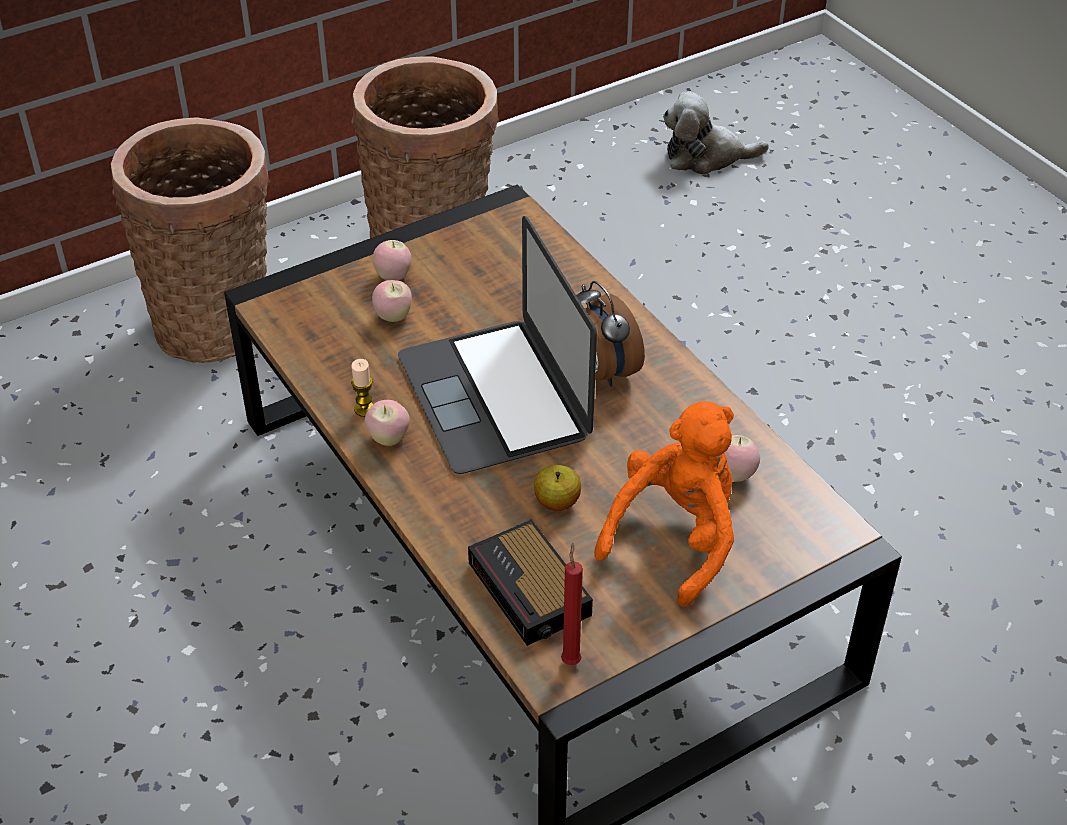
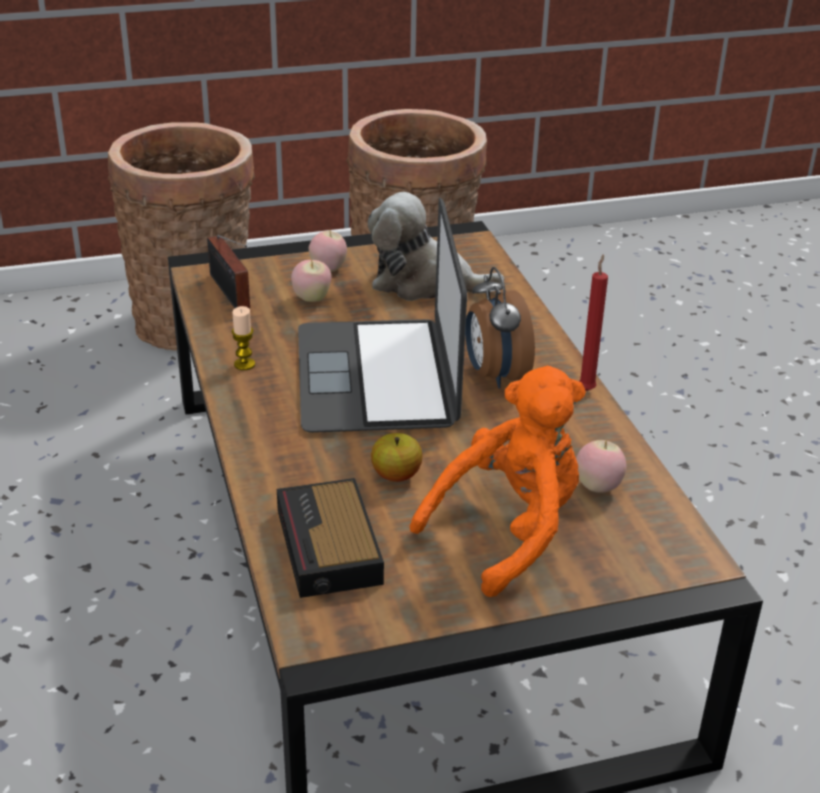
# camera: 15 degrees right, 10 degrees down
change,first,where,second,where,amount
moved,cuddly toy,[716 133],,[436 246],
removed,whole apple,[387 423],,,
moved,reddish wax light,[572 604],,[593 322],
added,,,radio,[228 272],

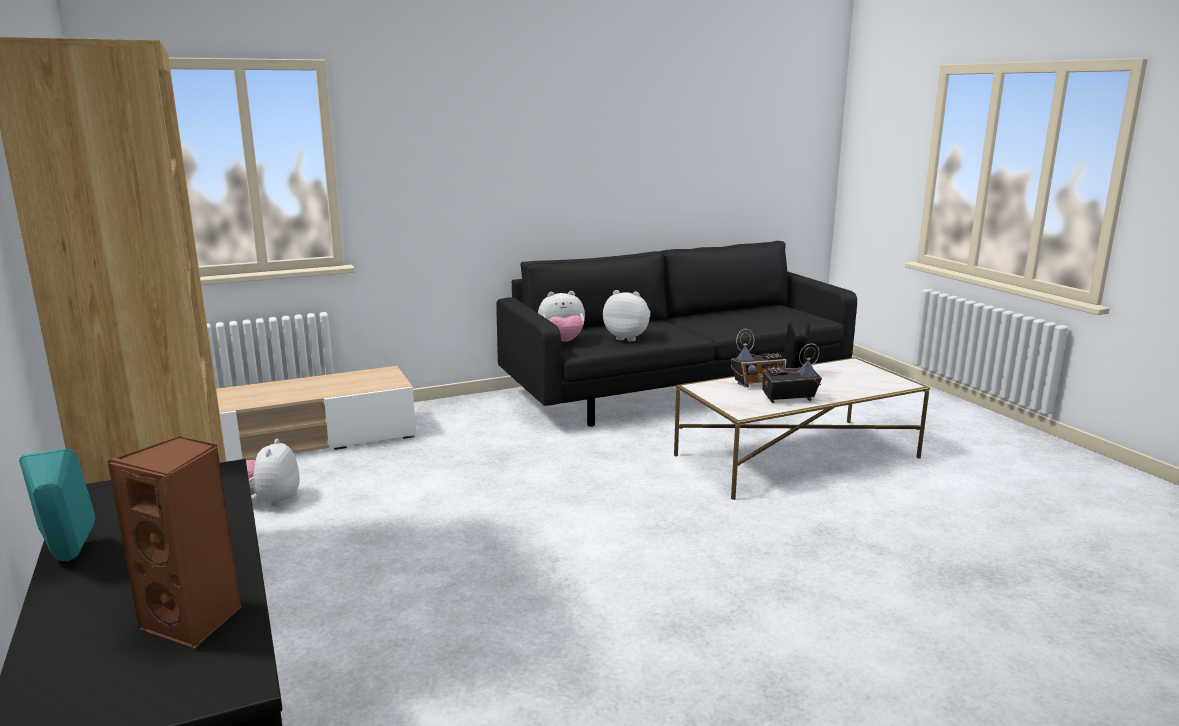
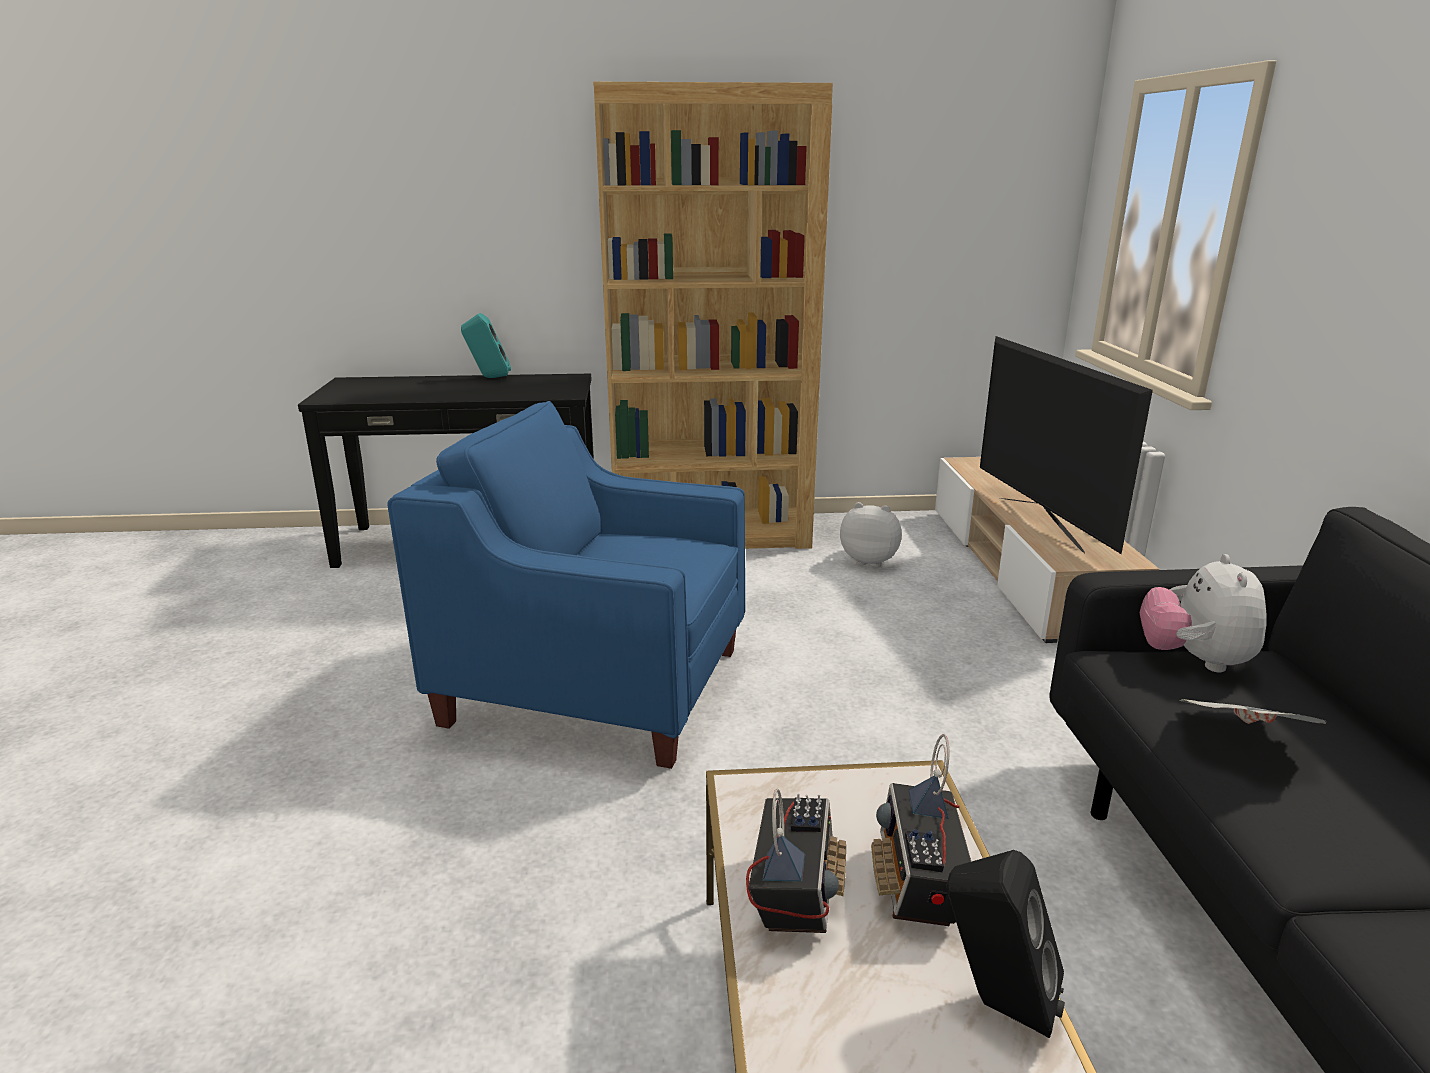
# camera: 110 degrees right, 5 degrees up
change,first,where,second,where,amount
replaced,cuddly toy,[627 316],newspaper,[1252 711],
removed,brownish audio speaker,[175 543],,,
added,,,television,[1066 445],
added,,,blue armchair,[566 585],

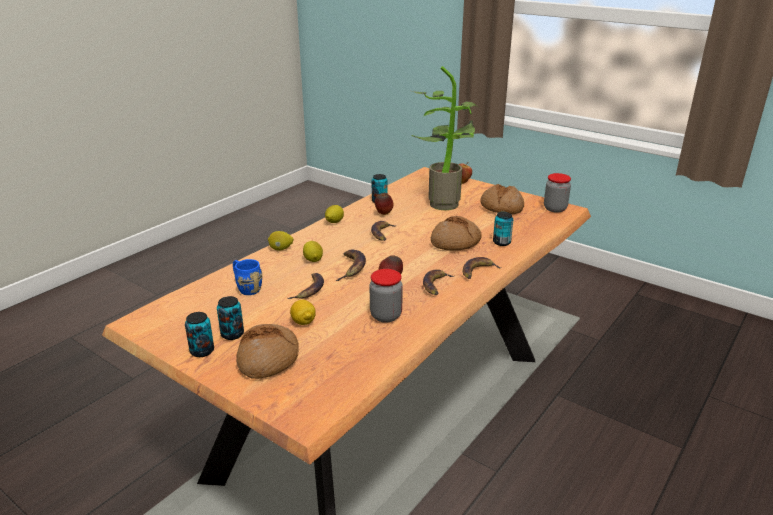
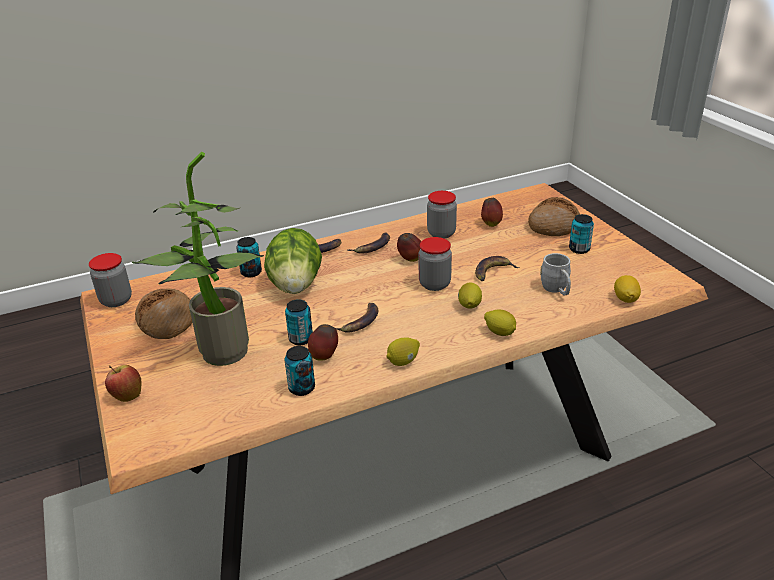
# camera: 150 degrees left, 5 degrees up
change,first,where,second,where,amount
replaced,baked bread,[456 233],lettuce,[293 261],
replaced,banana,[350 265],preserve jar,[435 264],
recoloured,blue coffee mug,[248 277],greyish coffee mug,[555 274],
moved,lemon,[303 312],,[627 289],
moved,sealed can,[199 334],,[299 322],
added,,,whole apple,[492 212],

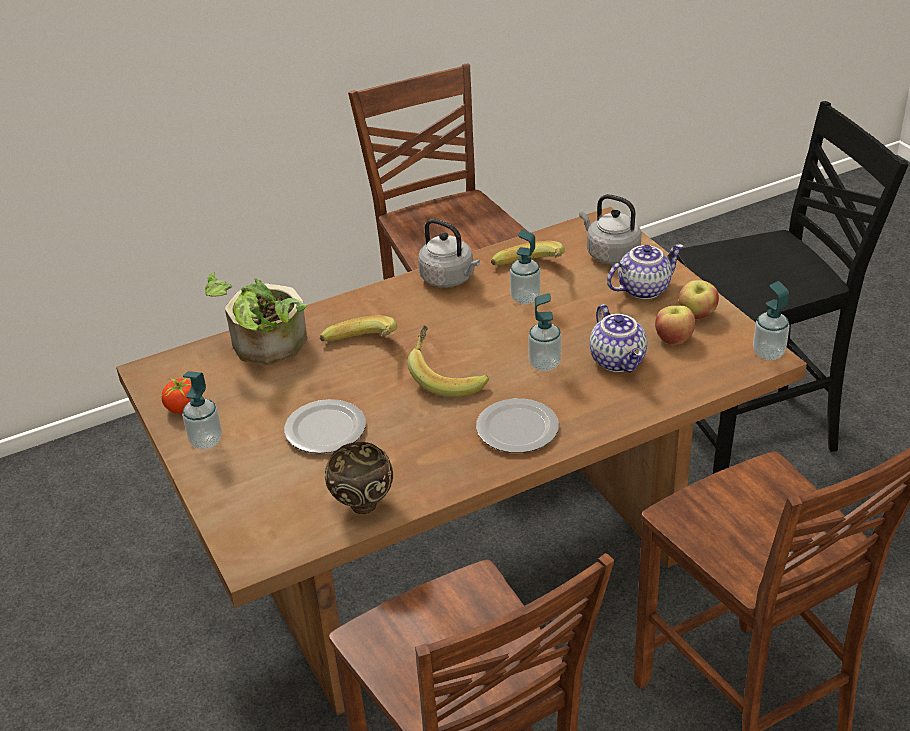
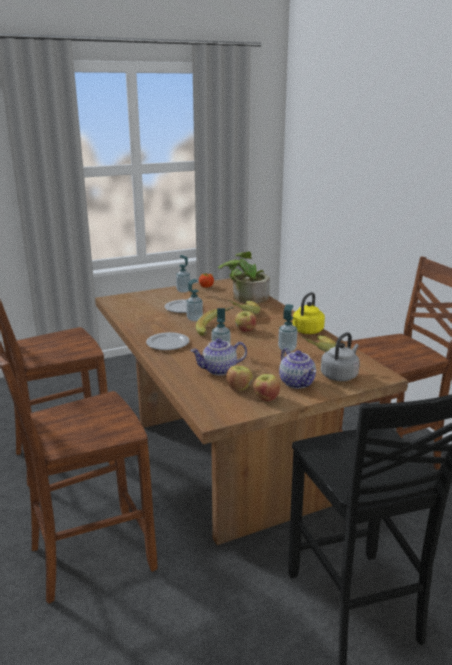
# camera: 90 degrees right, 15 degrees down
change,first,where,second,where,amount
recoloured,greyish tea kettle,[449 253],yellowish tea kettle,[308 313],
moved,soap dispenser,[771 320],,[194 300],
removed,brownish bowl,[359 478],,,
added,,,whole apple,[246 321],

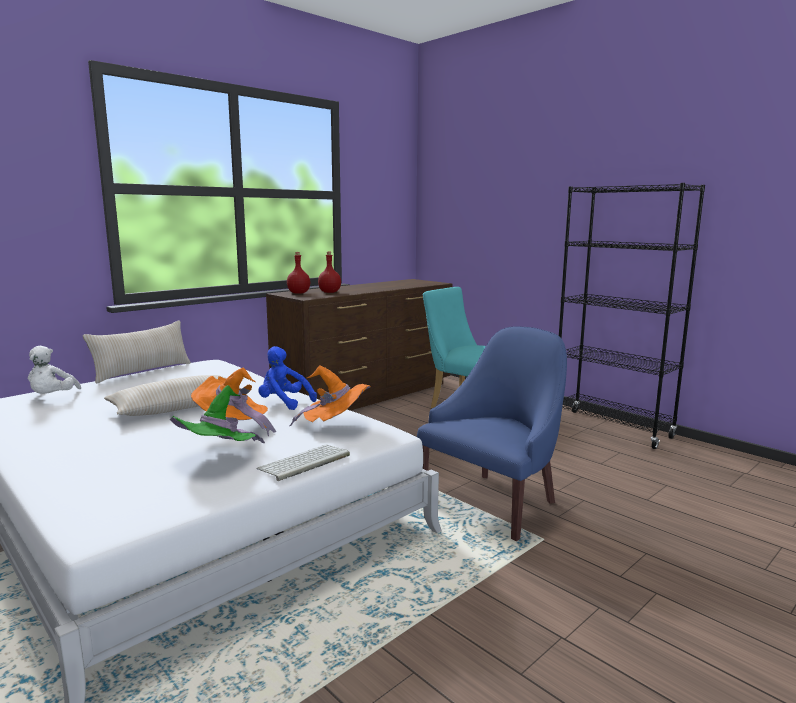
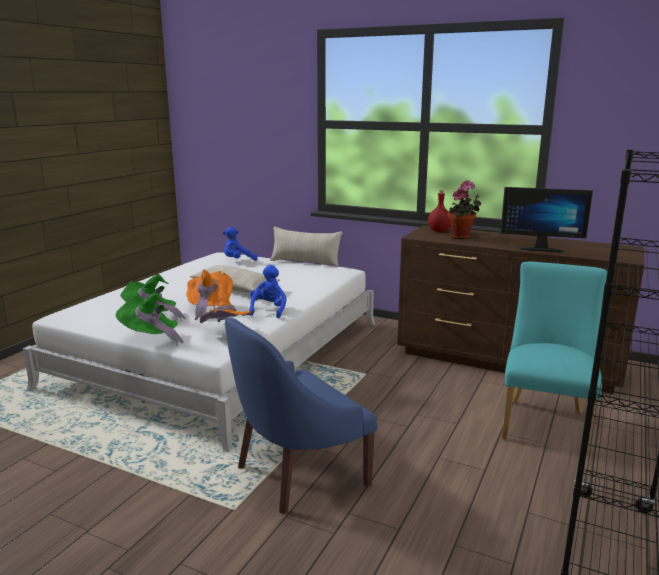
# camera: 70 degrees right, 5 degrees up
change,first,where,second,where,amount
replaced,reddish bottle,[329 272],potted plant,[464 209],
turned,blue armchair,[492 433],,[301 415],120 degrees clockwise
recoloured,whitish cuddly toy,[54 370],blue cuddly toy,[240 244],
replaced,PC keyboard,[303 463],greenish hat,[150 319],
added,,,computer display,[546 219],

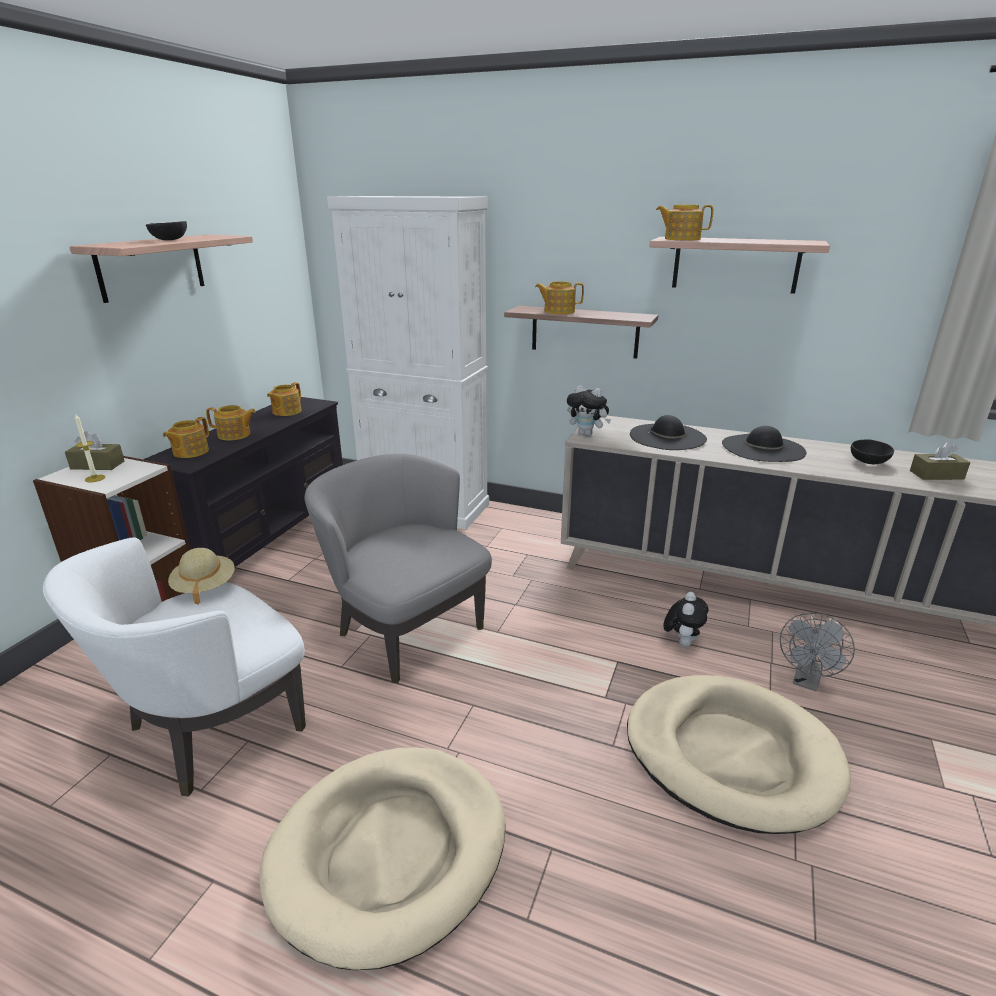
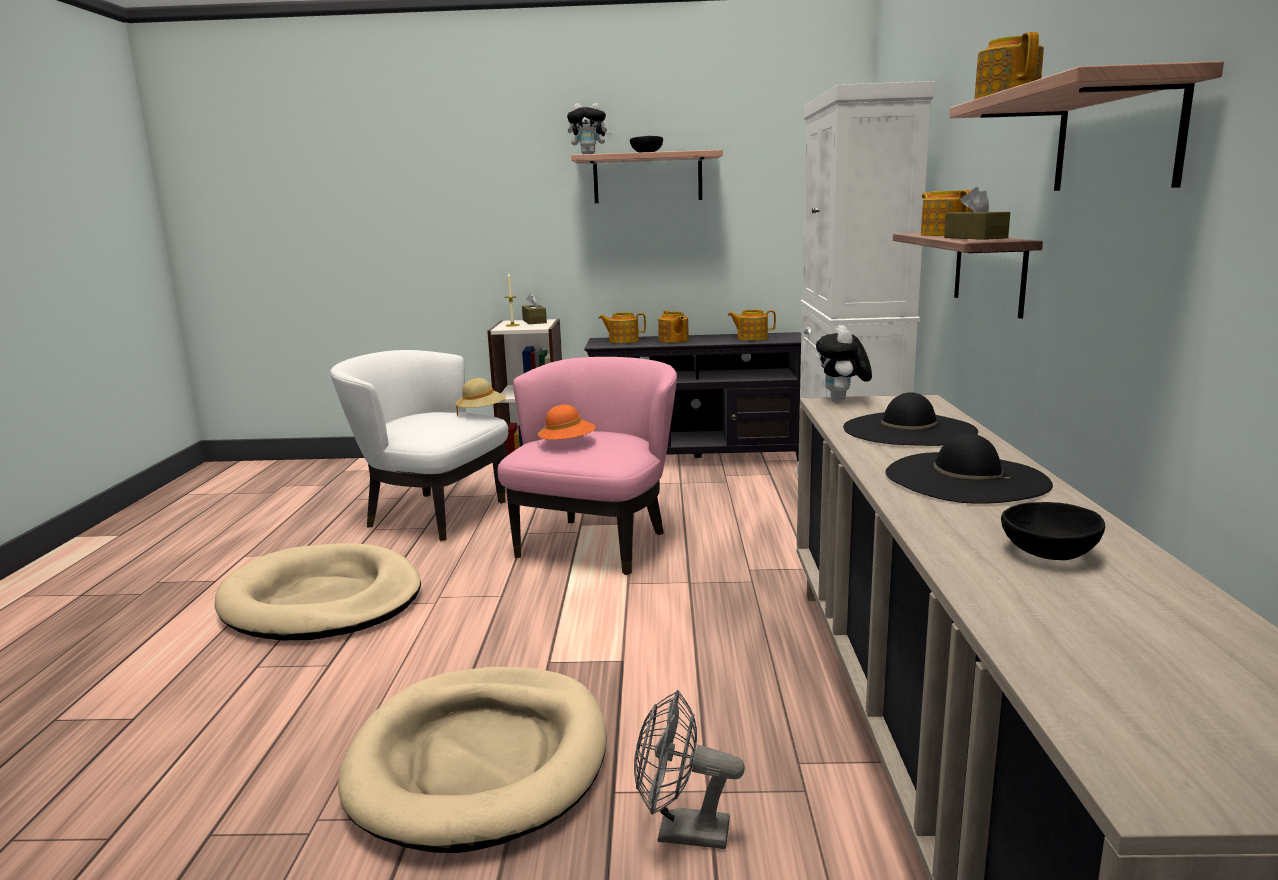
# camera: 70 degrees right, 10 degrees down
change,first,where,second,where,amount
moved,brownish tissue holder,[940 461],,[977 213],
recoloured,greyish armchair,[398 568],pink armchair,[587 466],
moved,cuddly toy,[686 619],,[589 128],
added,,,orange hat,[566 422],

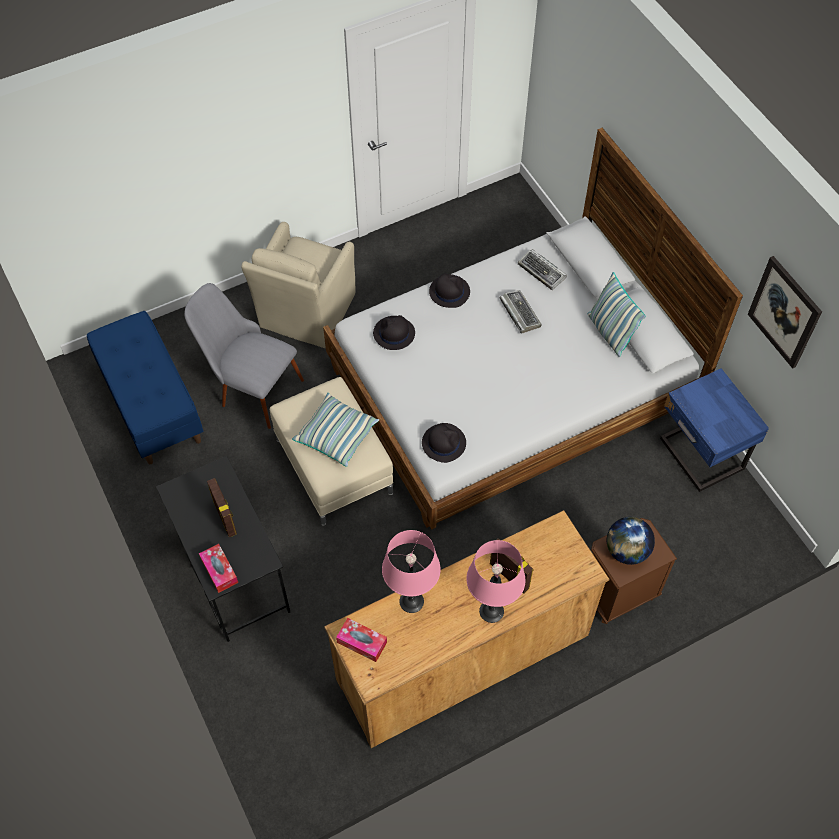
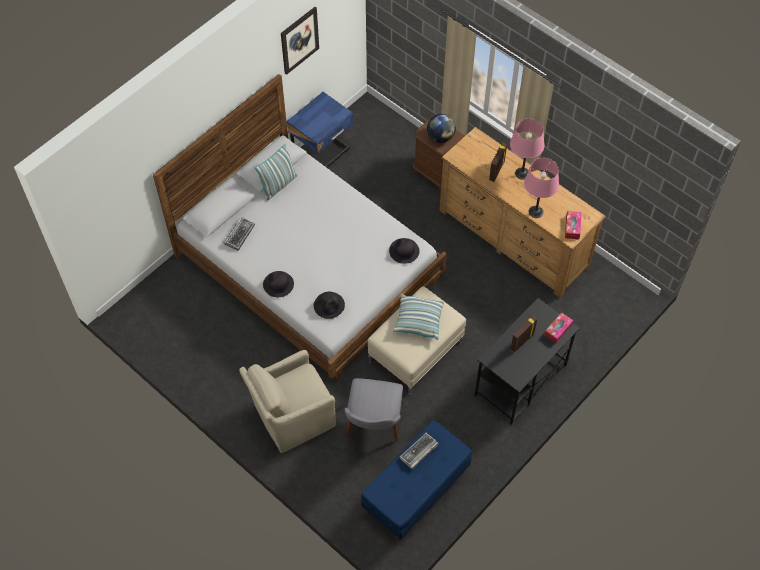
# camera: 110 degrees left, 0 degrees up
change,first,where,second,where,amount
turned,beige-coloured armchair,[298 285],,[287 401],150 degrees clockwise
moved,PC keyboard,[521 312],,[419 451],

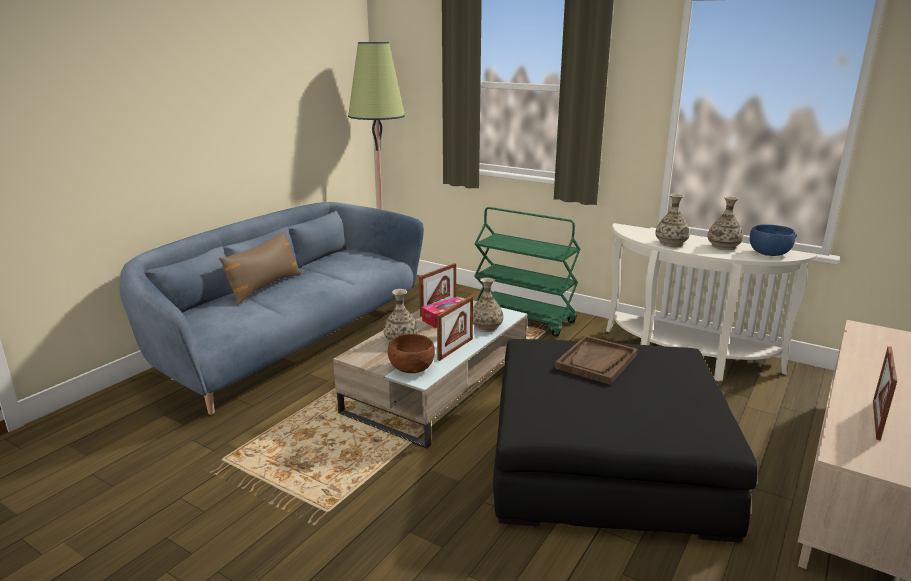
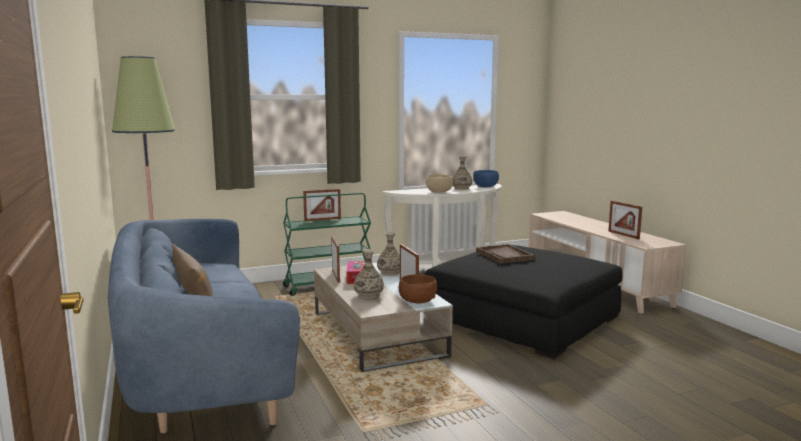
# camera: 55 degrees left, 10 degrees down
change,first,where,second,where,amount
replaced,decorative vase,[672 220],beige-coloured bowl,[439 183],
added,,,standing frame,[322 205],

